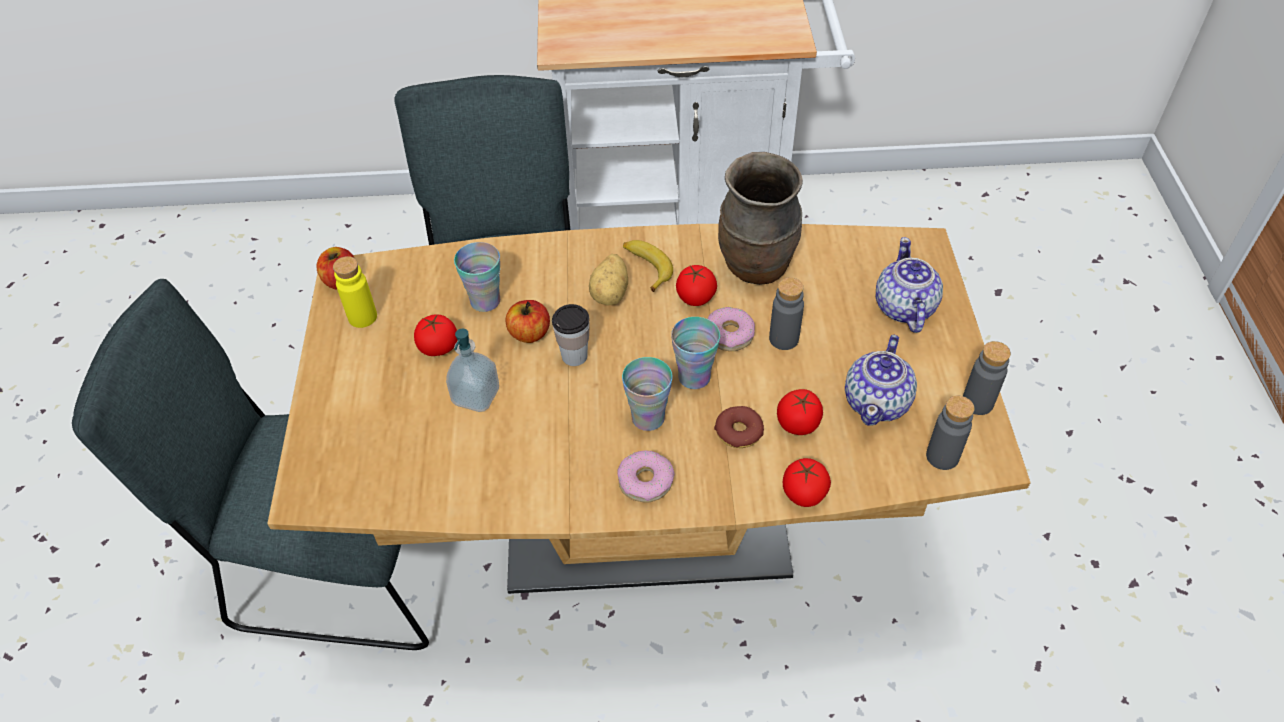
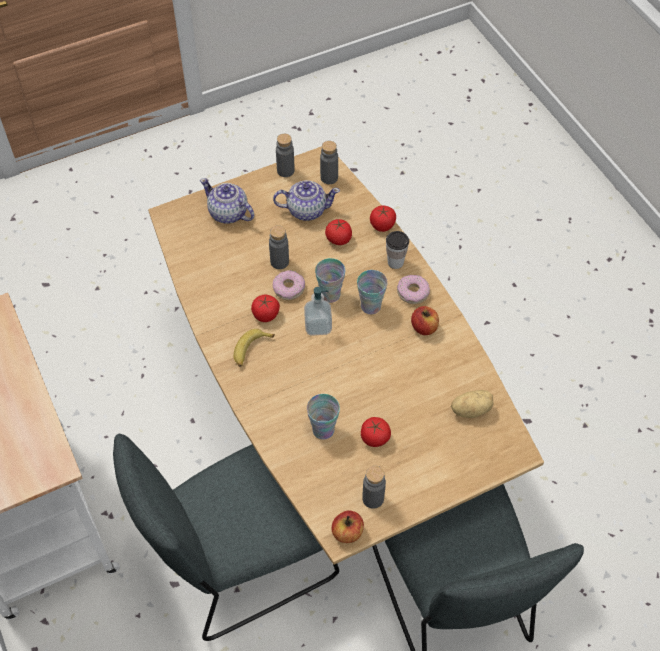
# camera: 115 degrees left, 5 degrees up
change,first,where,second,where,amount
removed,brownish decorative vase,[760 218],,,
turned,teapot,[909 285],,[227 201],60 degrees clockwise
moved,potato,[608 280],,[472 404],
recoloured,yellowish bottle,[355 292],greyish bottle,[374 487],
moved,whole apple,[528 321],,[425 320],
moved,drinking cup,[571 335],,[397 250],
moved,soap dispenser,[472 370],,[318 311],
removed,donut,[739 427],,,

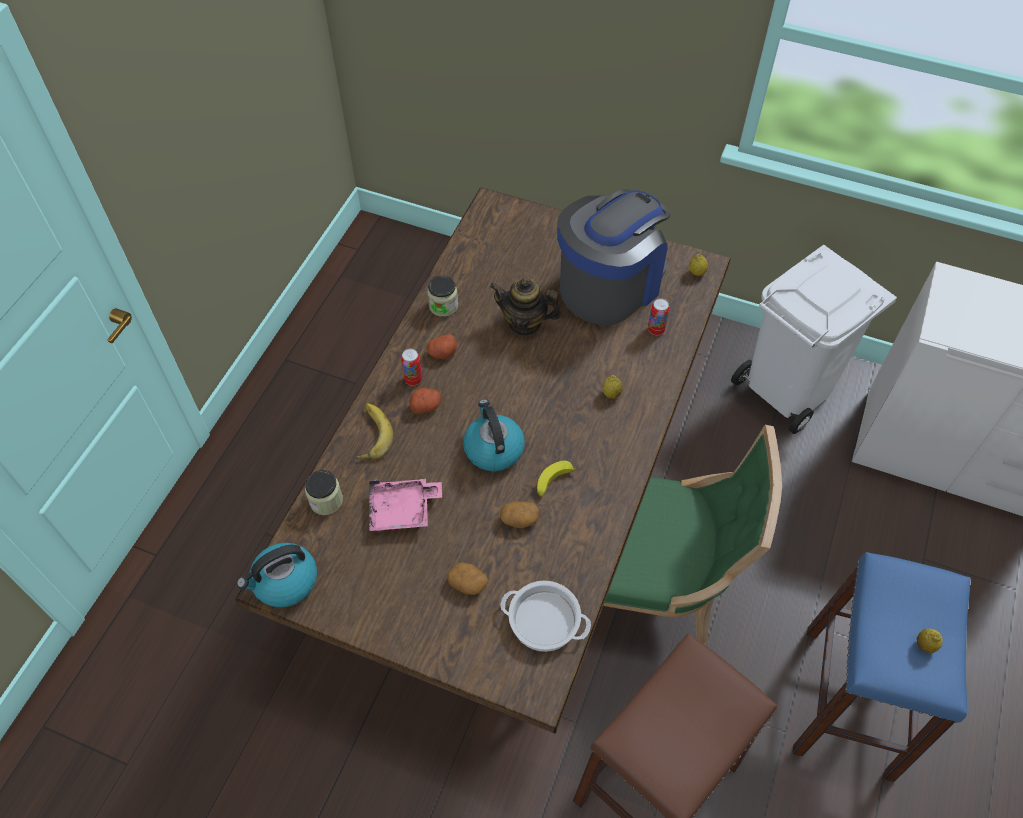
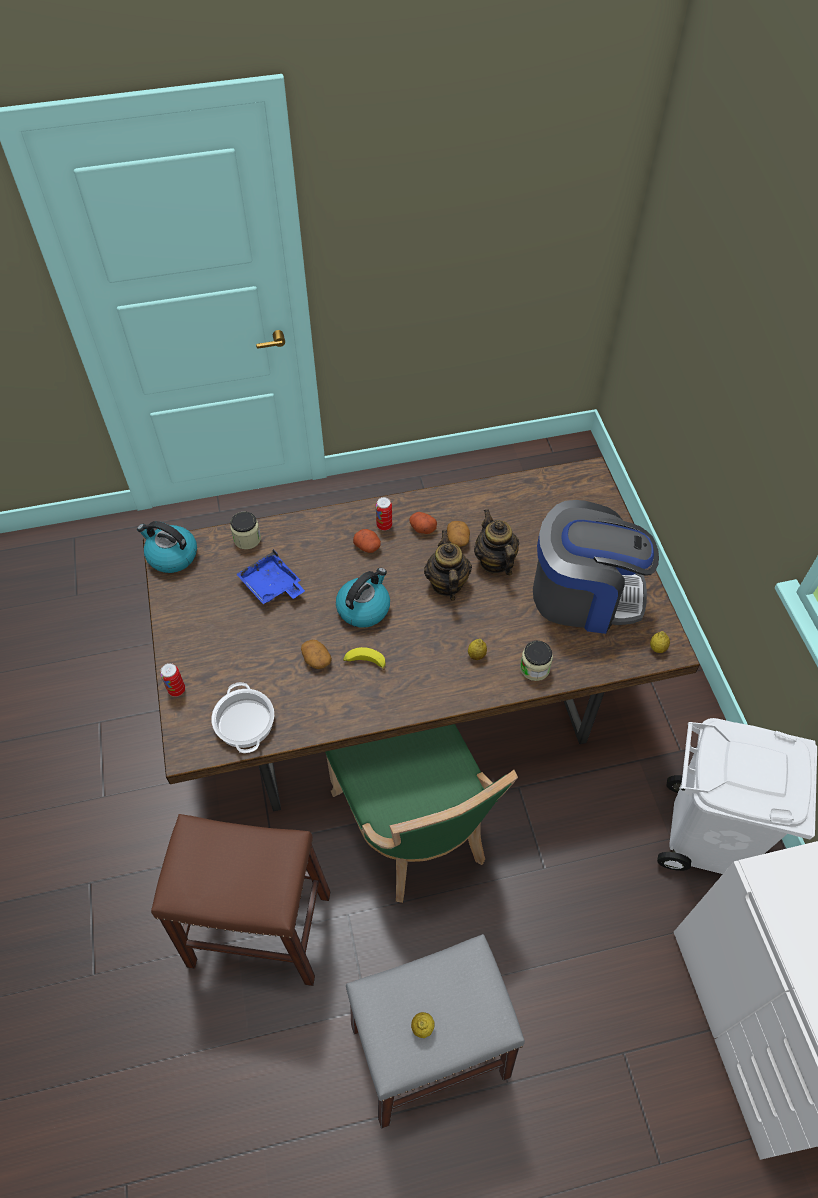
# camera: 55 degrees right, 0 degrees up
change,first,where,second,where,amount
moved,preserve jar,[442 296],,[536 660],
moved,sealed can,[658 316],,[172 680],
removed,banana,[374 431],,,
recoloured,pink carrying tray,[405 505],blue carrying tray,[270 576],
recoloured,blue sitting stool,[881 667],greyish sitting stool,[435 1031],
moved,potato,[467 579],,[458 534],
added,,,teapot,[448 565],

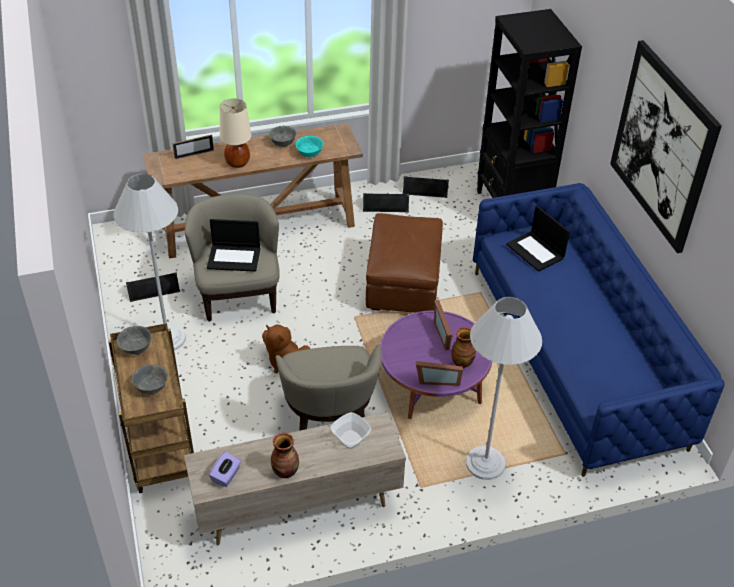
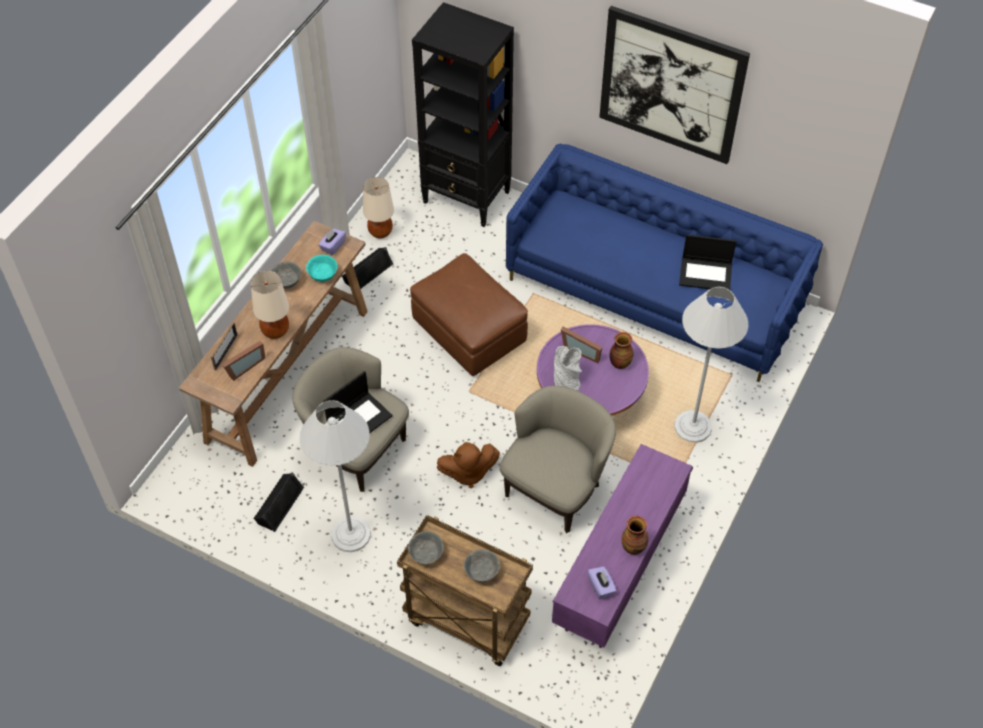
# camera: 45 degrees left, 10 degrees up
change,first,where,second,where,amount
replaced,black audio speaker,[426 187],beige-coloured lamp for a table,[378 208],
moved,laptop,[538 239],,[707 261],
turned,beige-coloured armchair,[329 387],,[558 459],90 degrees counterclockwise
moved,standing frame,[439 373],,[243 361],
recoloured,beige-coloured tv unit,[295 478],purplish tv unit,[622 546],
removed,bowl,[350 430],,,
added,,,purplish tissue holder,[332 241],
added,,,greyish decorative vase,[568 368],

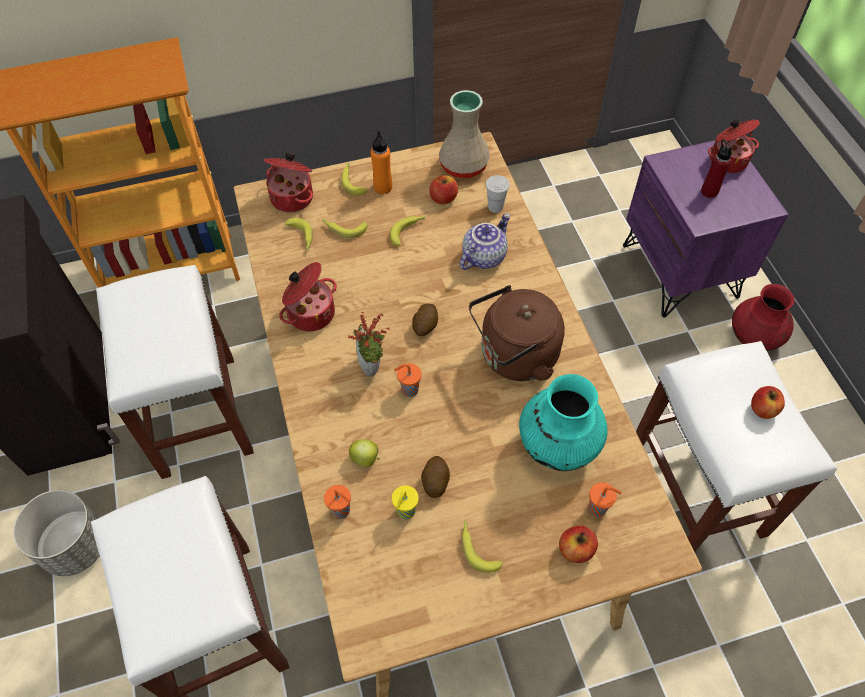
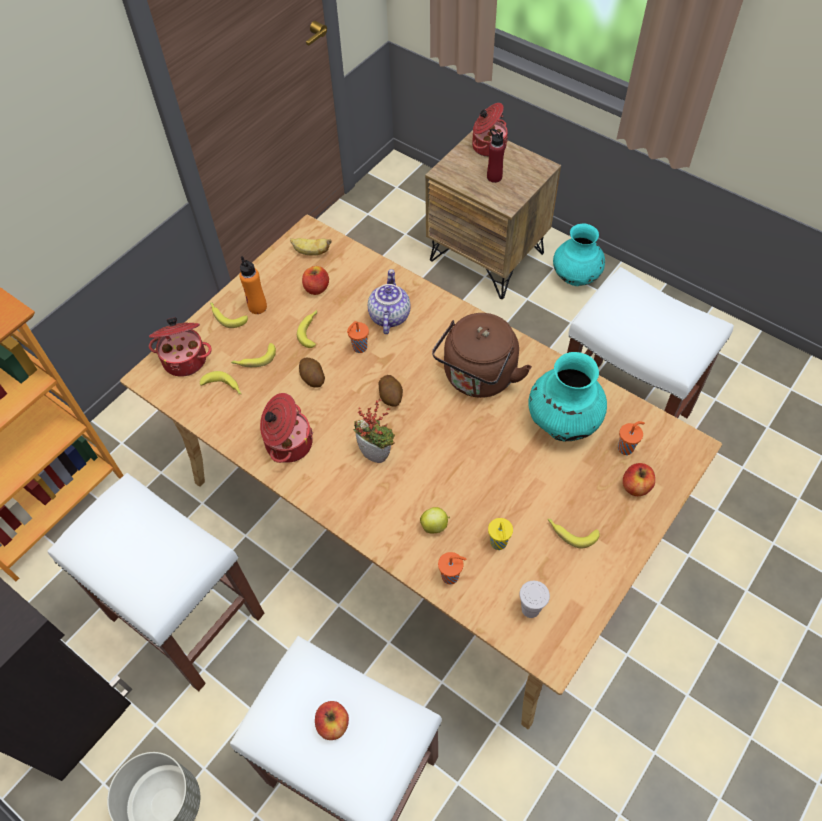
# camera: 35 degrees left, 0 degrees up
change,first,where,second,where,amount
replaced,beige-coloured decorative vase,[464 134],banana,[311 246],
recoloured,purplish nightstand,[706 228],brownish nightstand,[493 214],
moved,whitish drinking cup,[497 194],,[534 599],
recoloured,reddish decorative vase,[763 317],blue-green decorative vase,[579 254],
moved,orange drinking cup,[408 380],,[358 337],
moved,whole apple,[768 402],,[332 720],
moved,potato,[435 477],,[312 373],

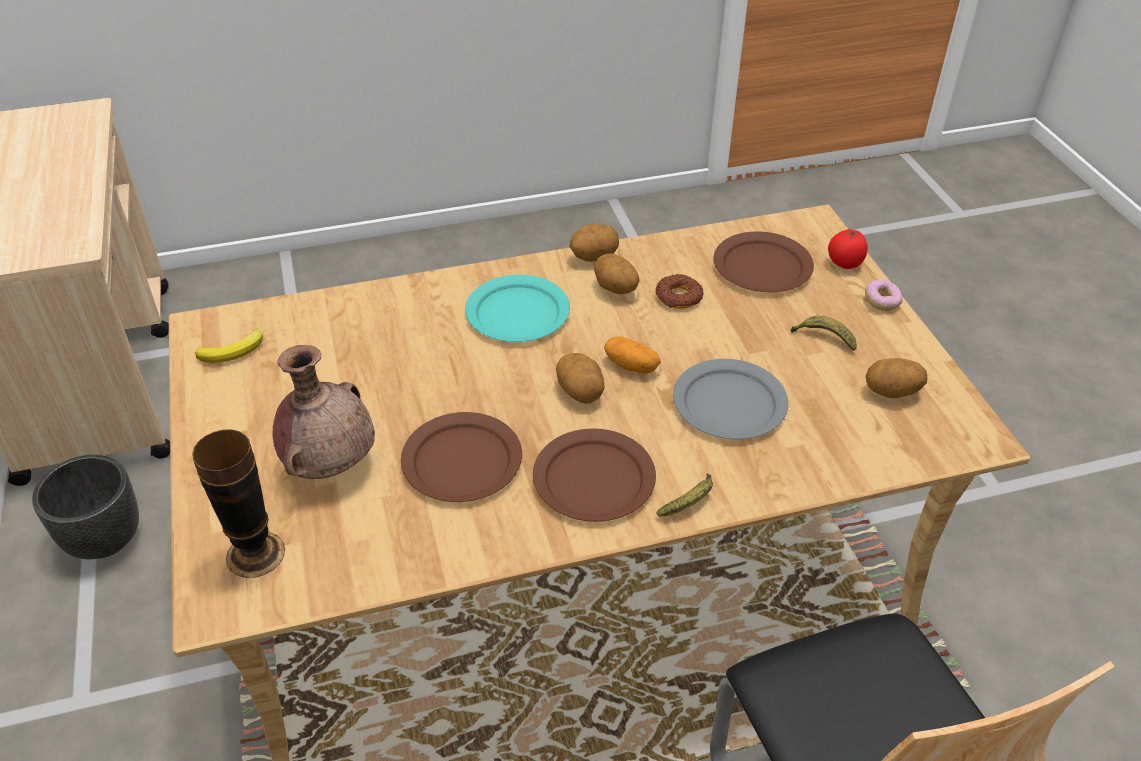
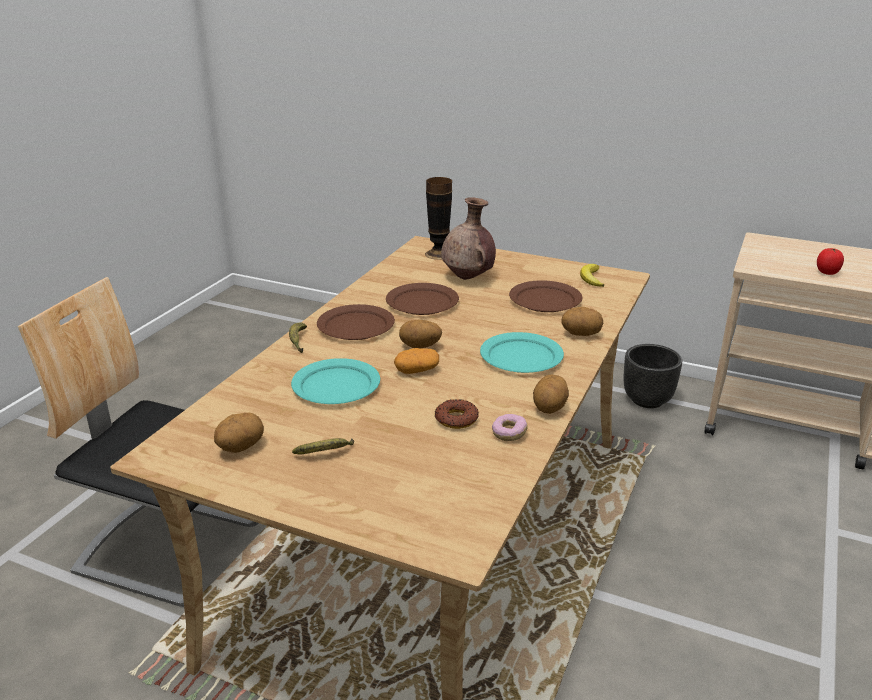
# camera: 130 degrees right, 15 degrees down
change,first,where,second,where,amount
moved,tomato,[848 248],,[830 261],
moved,brownish plate,[764 261],,[545 296],
moved,potato,[617 274],,[582 321],
moved,donut,[884 295],,[510 427],
recoloured,greyish plate,[730 399],blue-green plate,[335 381],

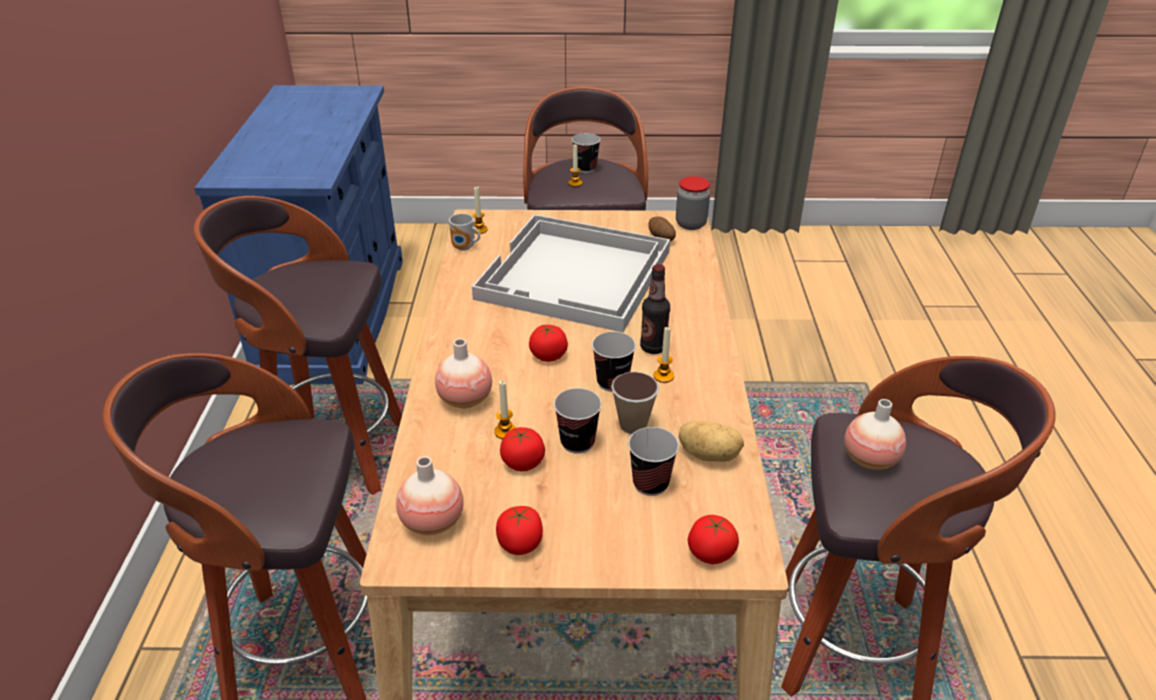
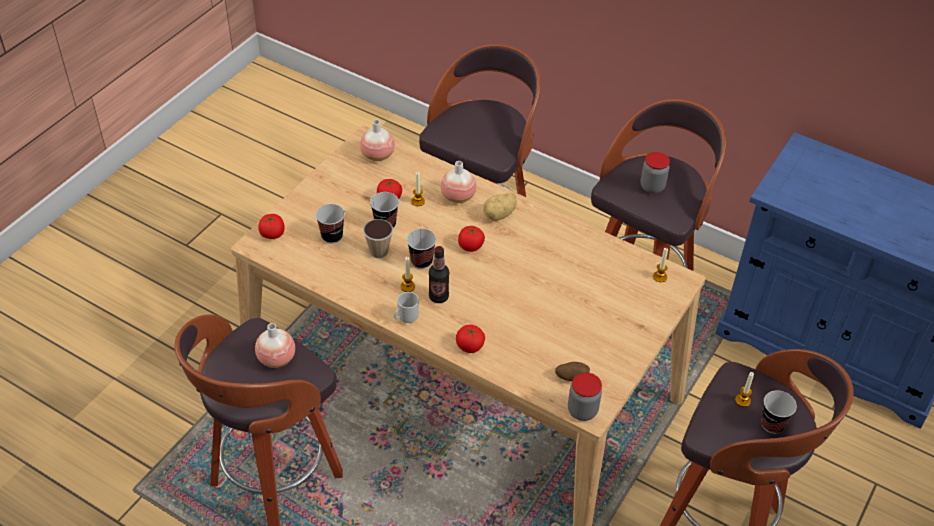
# camera: 120 degrees right, 10 degrees up
change,first,where,second,where,amount
moved,coffee mug,[464 232],,[406 307],
removed,whitish carrying tray,[571 273],,,
moved,potato,[711 441],,[500 207],
moved,tomato,[519 530],,[470 339],
added,,,preserve jar,[655 173],

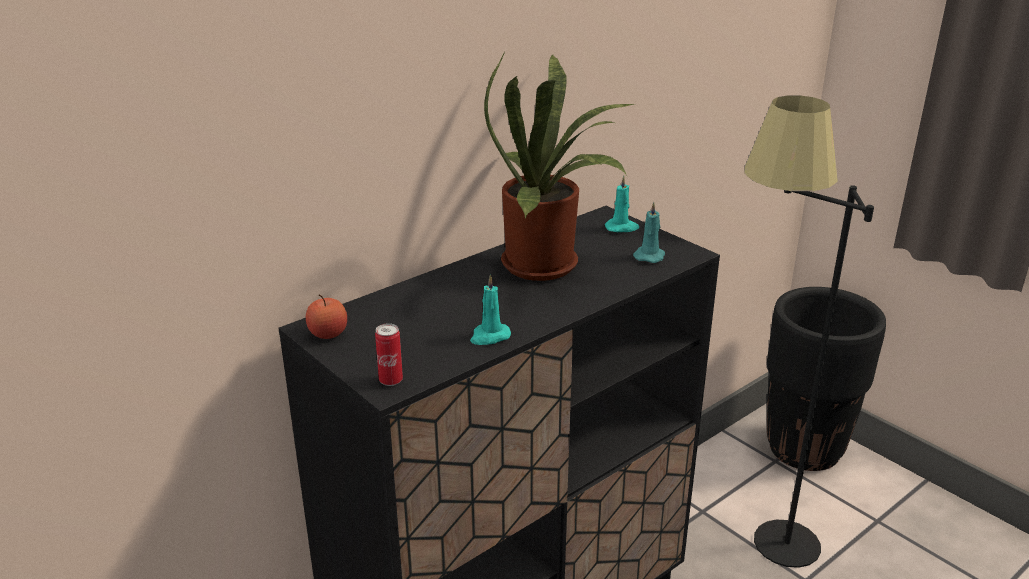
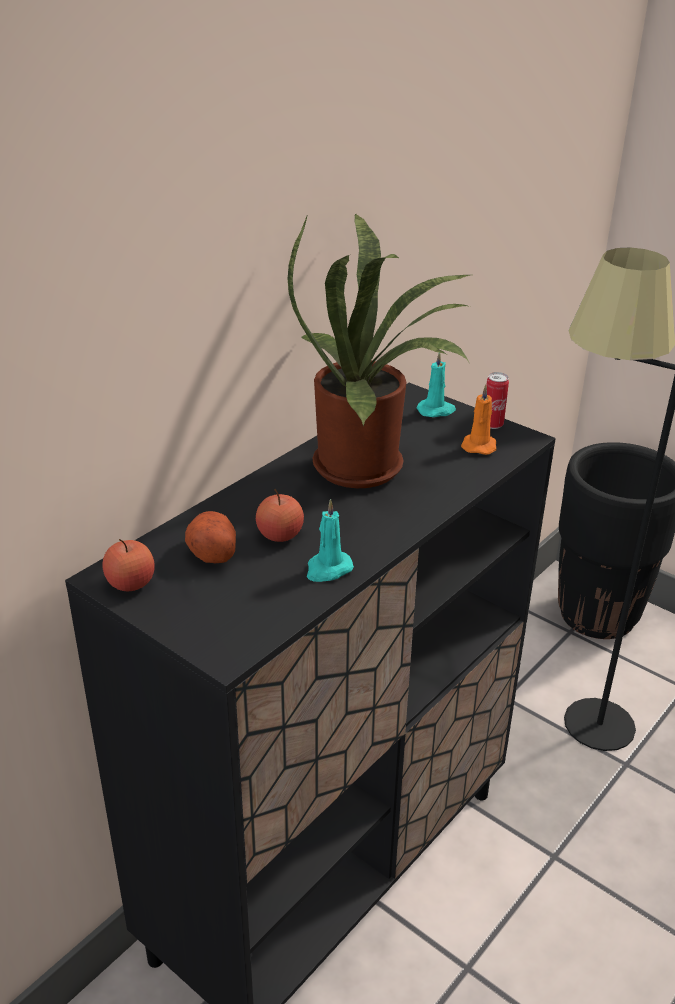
# camera: 10 degrees left, 5 degrees up
change,first,where,second,where,amount
recoloured,blue-green wax light,[649 232],orange wax light,[478 420],
moved,sealed can,[389 354],,[497 400],
added,,,whole apple,[280 515],
added,,,potato,[210 537],

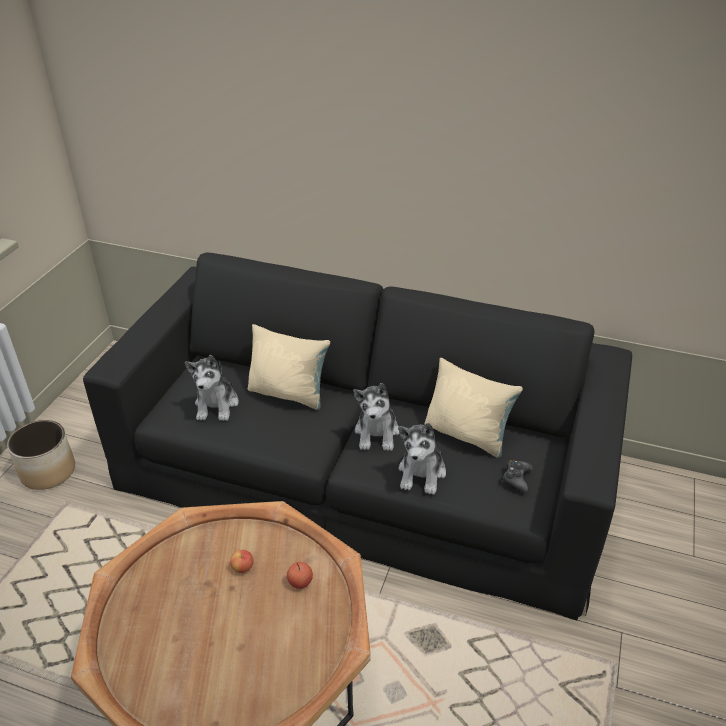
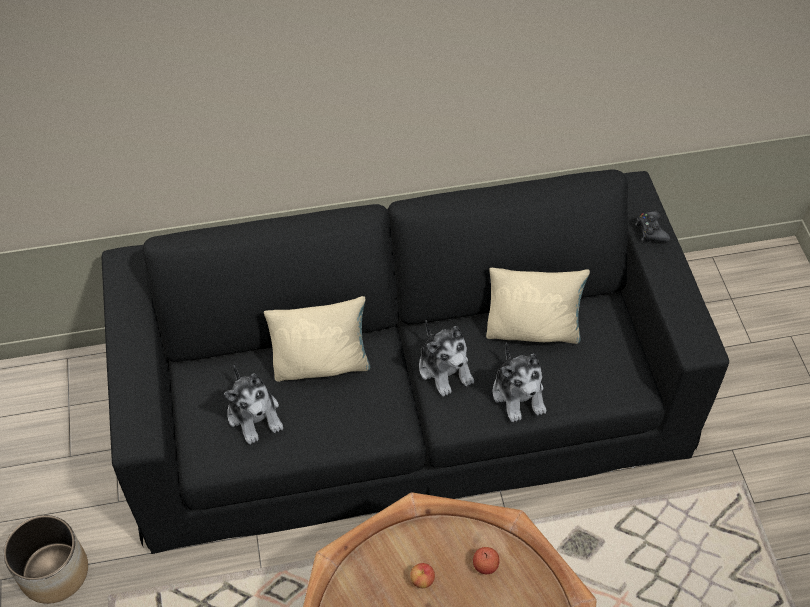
# camera: 30 degrees left, 15 degrees up
change,first,where,second,where,amount
moved,black joypad,[517 476],,[652 226],

